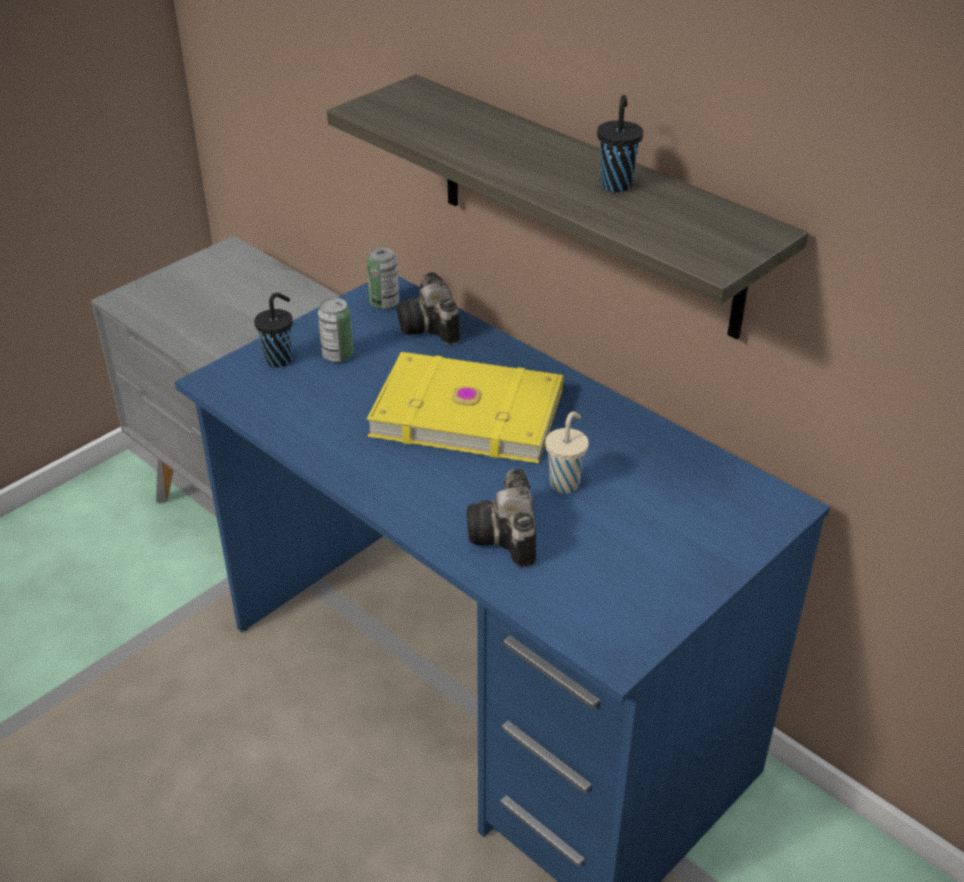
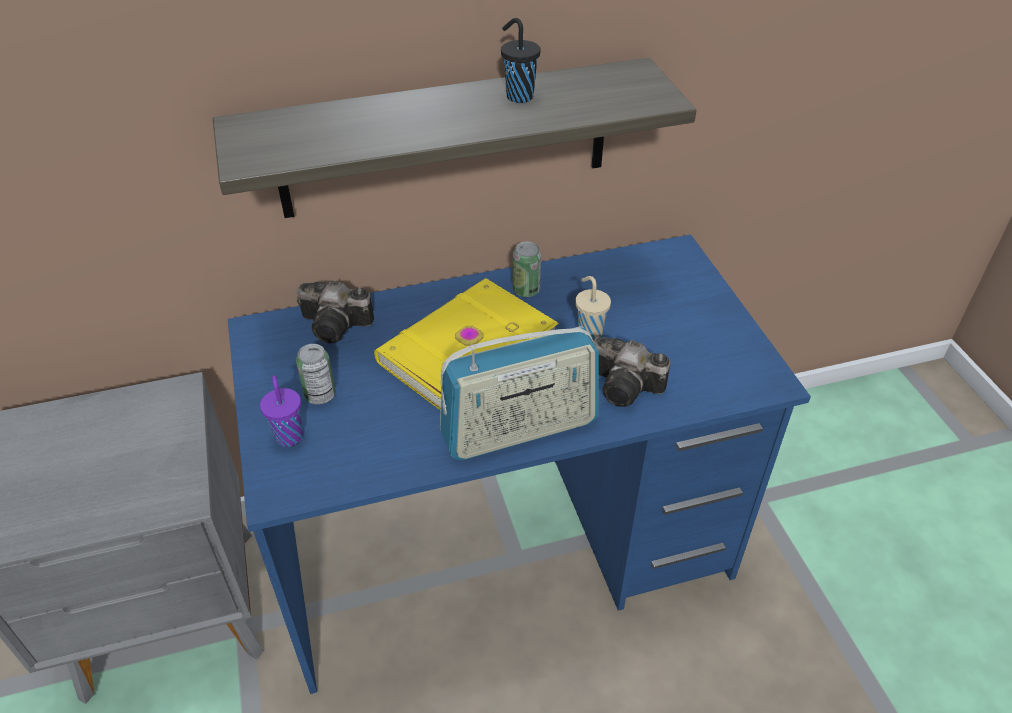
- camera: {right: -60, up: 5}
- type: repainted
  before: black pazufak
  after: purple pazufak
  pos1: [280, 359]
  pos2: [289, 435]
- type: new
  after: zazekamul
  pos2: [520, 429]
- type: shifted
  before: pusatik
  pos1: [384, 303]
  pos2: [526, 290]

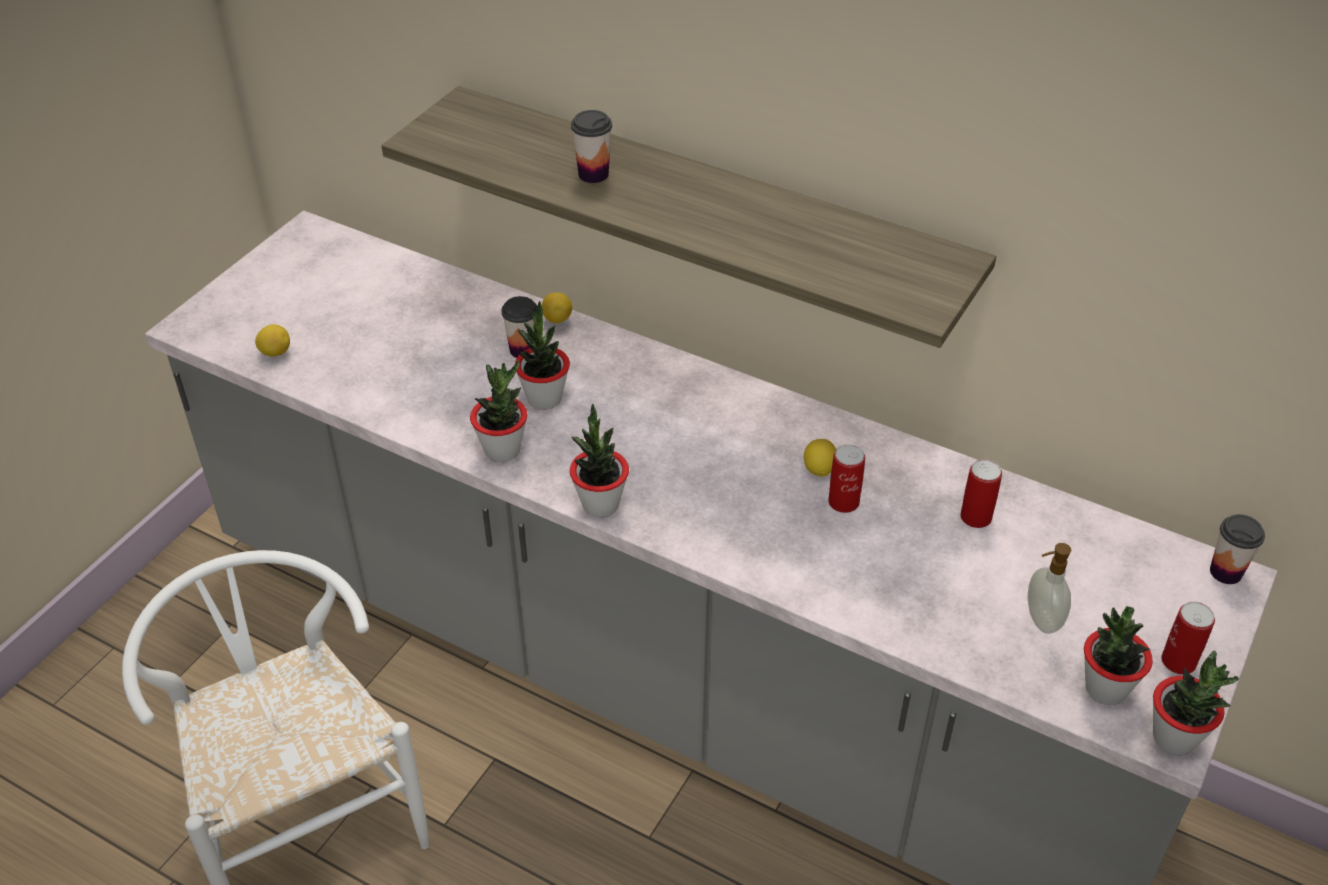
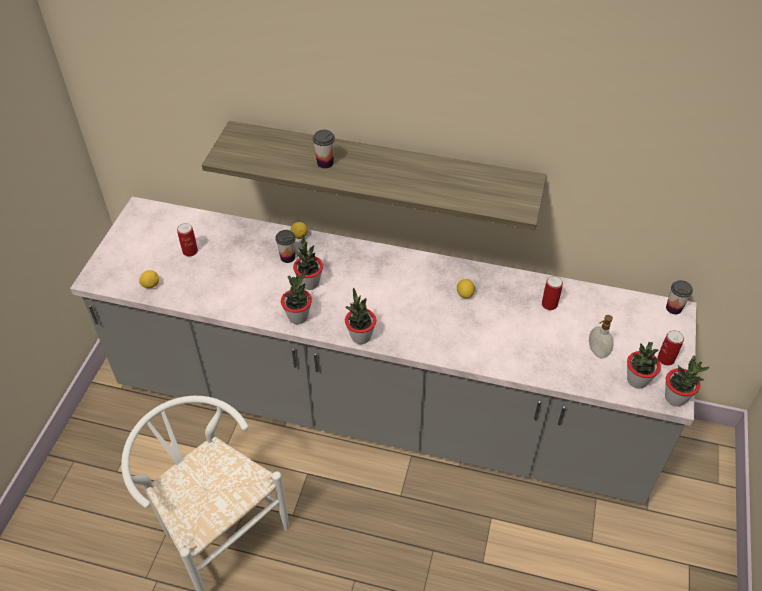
- camera: {right: -15, up: 5}
- type: shifted
  before: pusatik
  pos1: [843, 502]
  pos2: [190, 251]

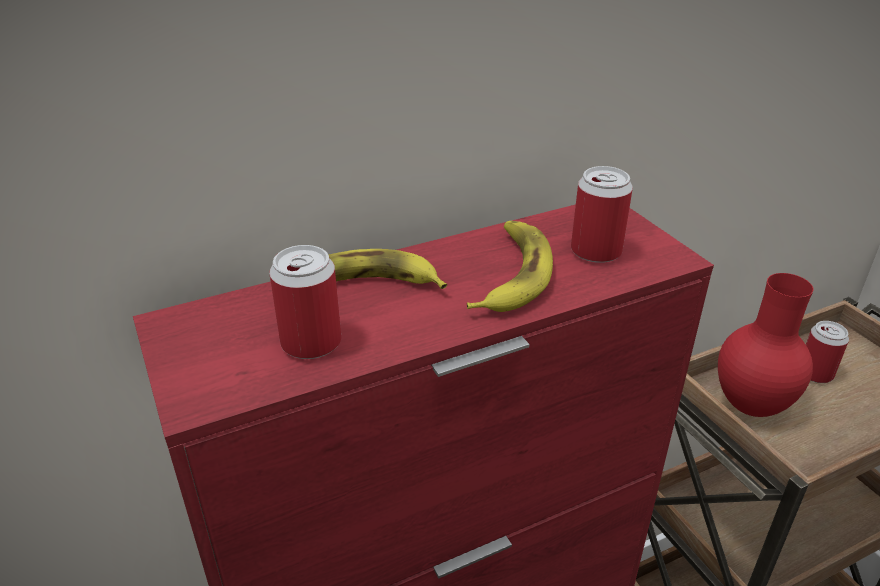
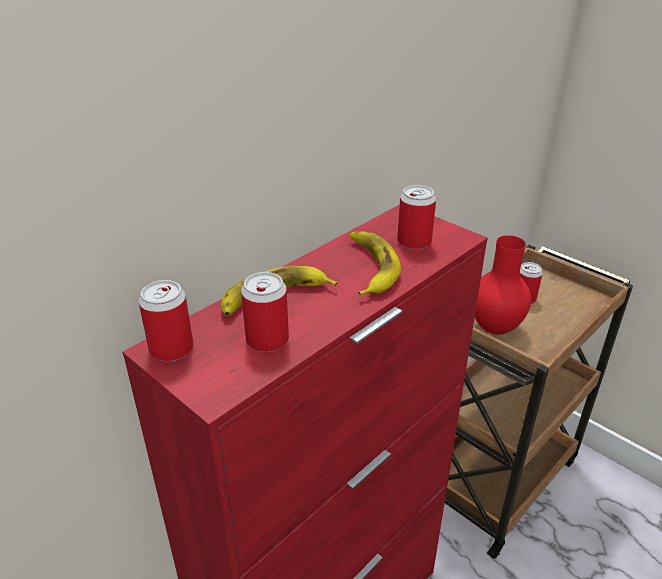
- camera: {right: -20, up: 0}
- type: new
  after: pusatik
  pos2: [171, 349]

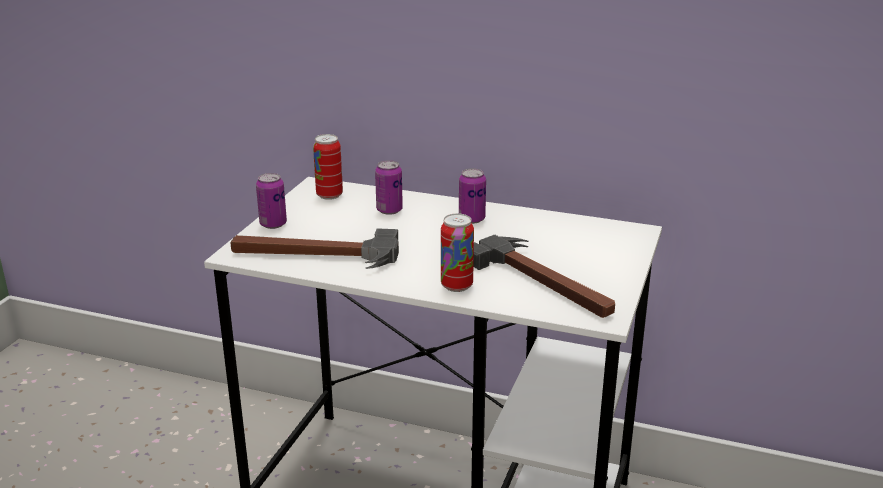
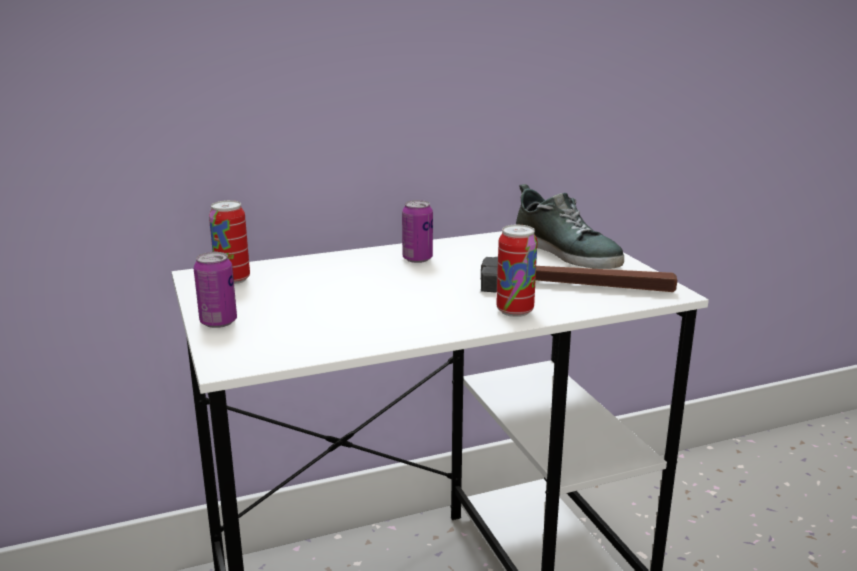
- camera: {right: -40, up: -5}
- type: new
  after: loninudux
  pos2: [567, 251]
- type: gone
  before: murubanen
  pos1: [314, 255]
- type: gone
  before: pusatik
  pos1: [389, 210]

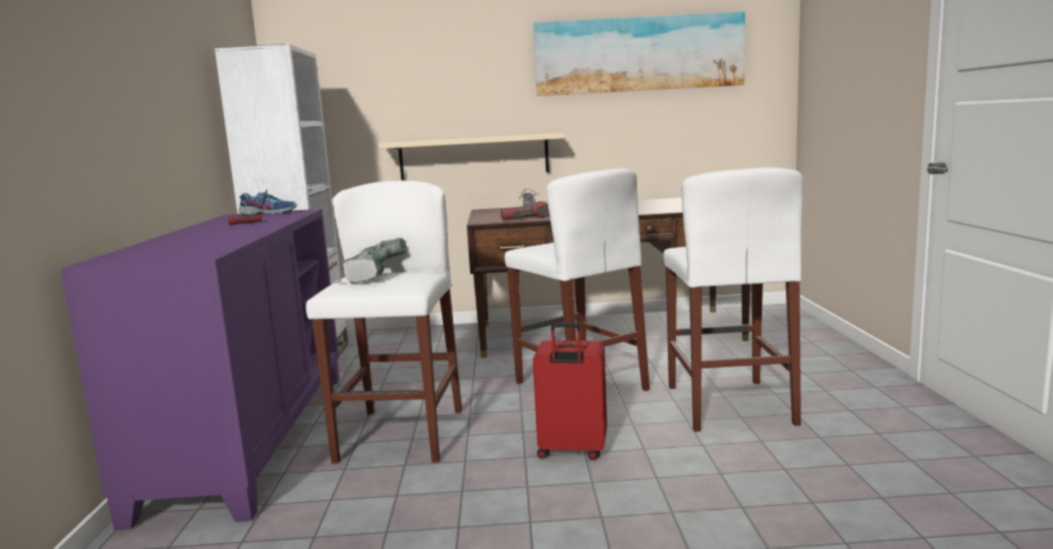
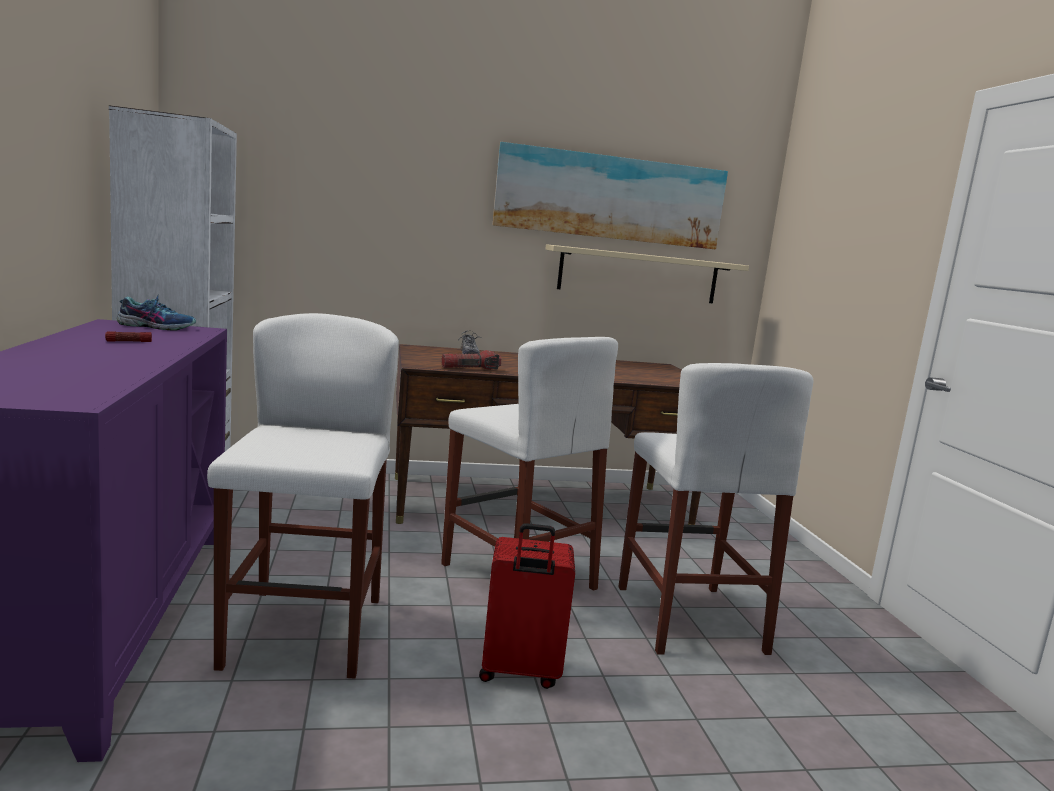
- camera: {right: -10, up: 0}
- type: shifted
  before: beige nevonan
  pos1: [474, 157]
  pos2: [638, 275]
- type: gone
  before: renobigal
  pos1: [370, 276]

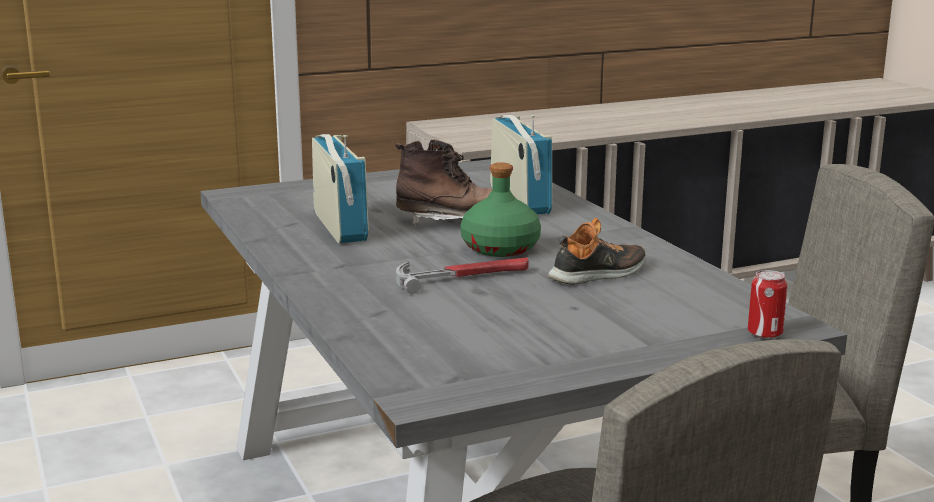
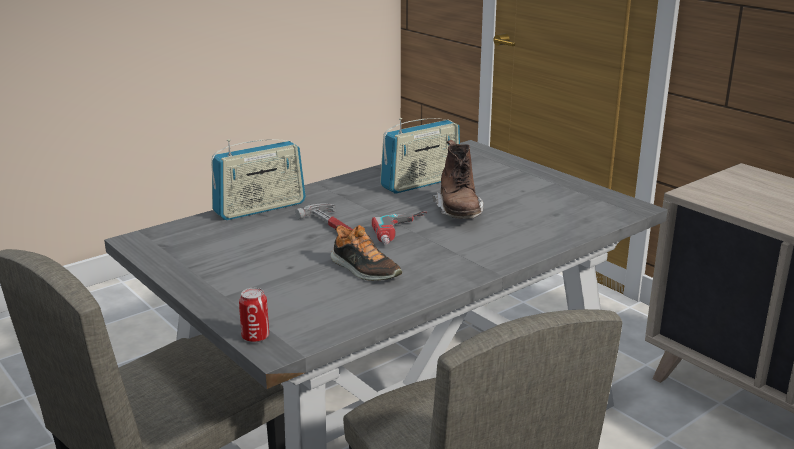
- camera: {right: 75, up: 5}
- type: shifted
  before: zazekamul
  pos1: [519, 201]
  pos2: [260, 208]
- type: swapped
  before: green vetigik
  after: renobigal
  pos1: [499, 248]
  pos2: [404, 232]

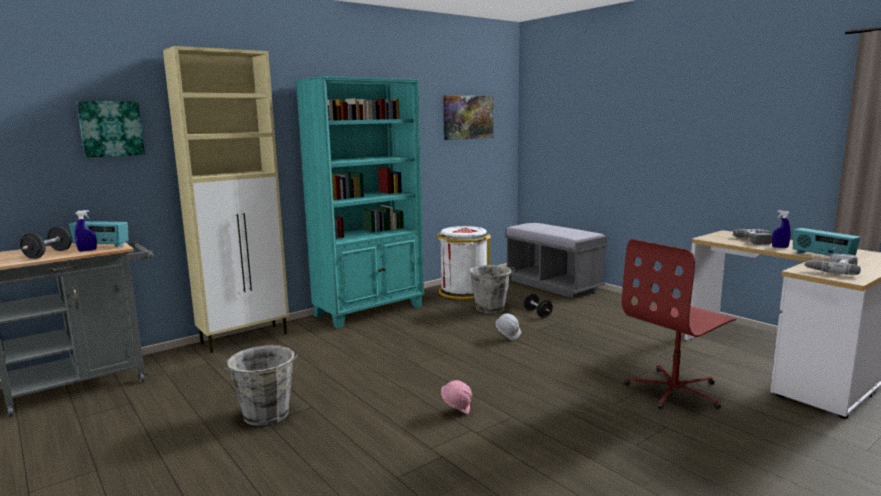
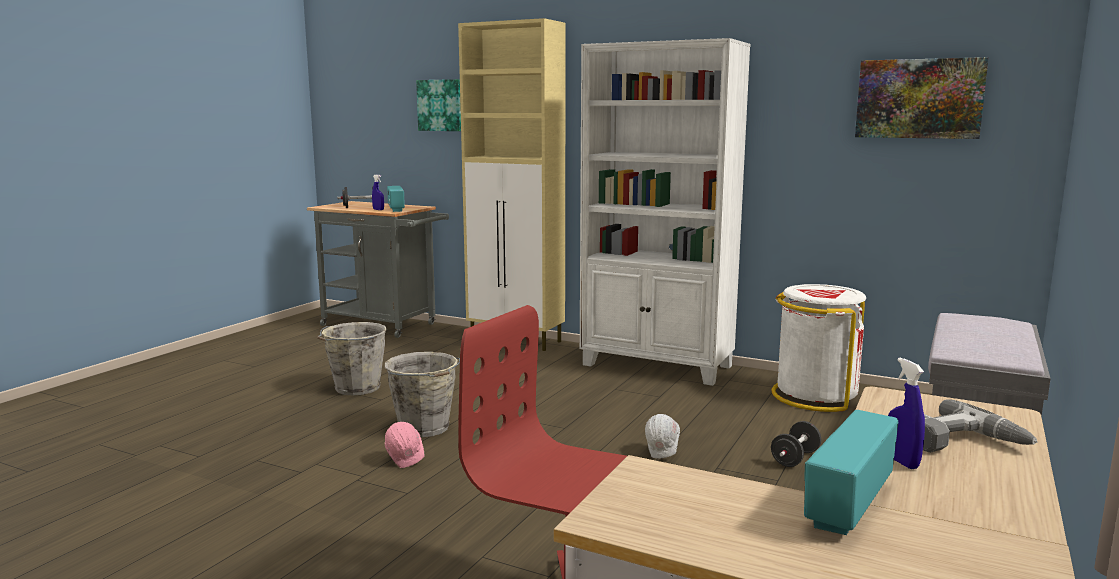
- camera: {right: 65, up: 0}
- type: shifted
  before: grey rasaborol
  pos1: [491, 308]
  pos2: [424, 428]
- type: repainted
  before: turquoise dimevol
  after: white dimevol
  pos1: [370, 311]
  pos2: [657, 366]
- type: gone
  before: renobigal
  pos1: [831, 269]

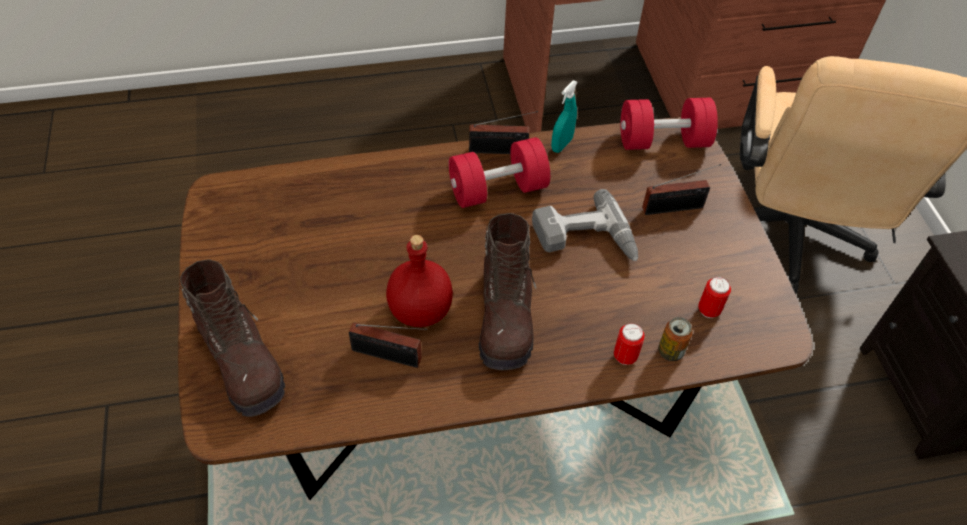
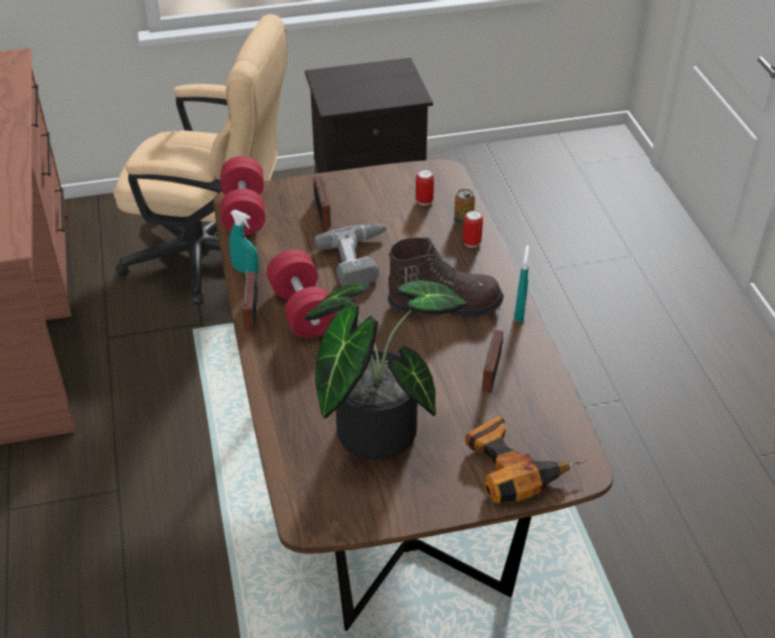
- camera: {right: -90, up: -10}
- type: new
  after: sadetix
  pos2: [375, 423]
- type: swapped
  before: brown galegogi
  after: renobigal
  pos1: [242, 361]
  pos2: [515, 465]
- type: new
  after: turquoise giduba
  pos2: [519, 313]
- type: gone
  before: red vetigik
  pos1: [420, 309]

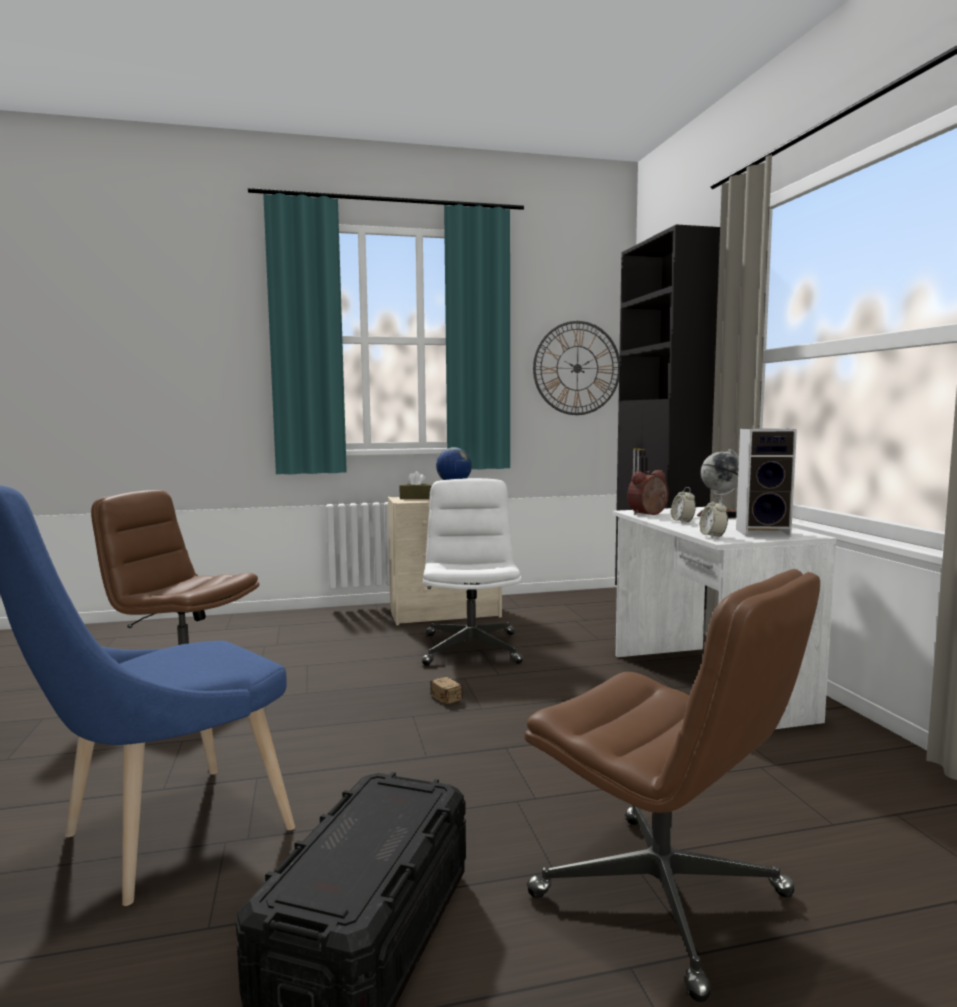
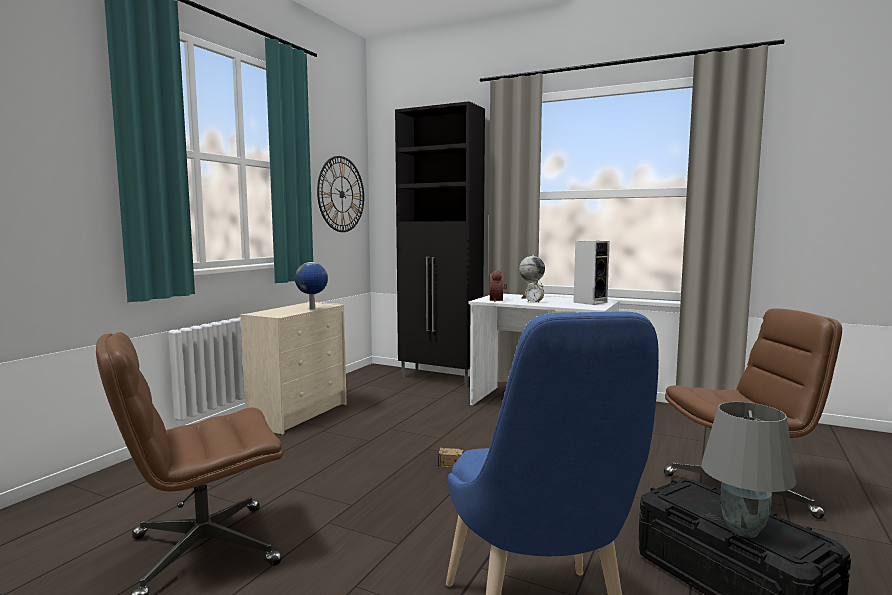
- camera: {right: -50, up: 0}
- type: new
  after: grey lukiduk
  pos2: [742, 529]
- type: gone
  before: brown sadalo
  pos1: [416, 498]
- type: gone
  before: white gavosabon
  pos1: [471, 648]
- type: gone
  before: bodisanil
  pos1: [712, 536]

